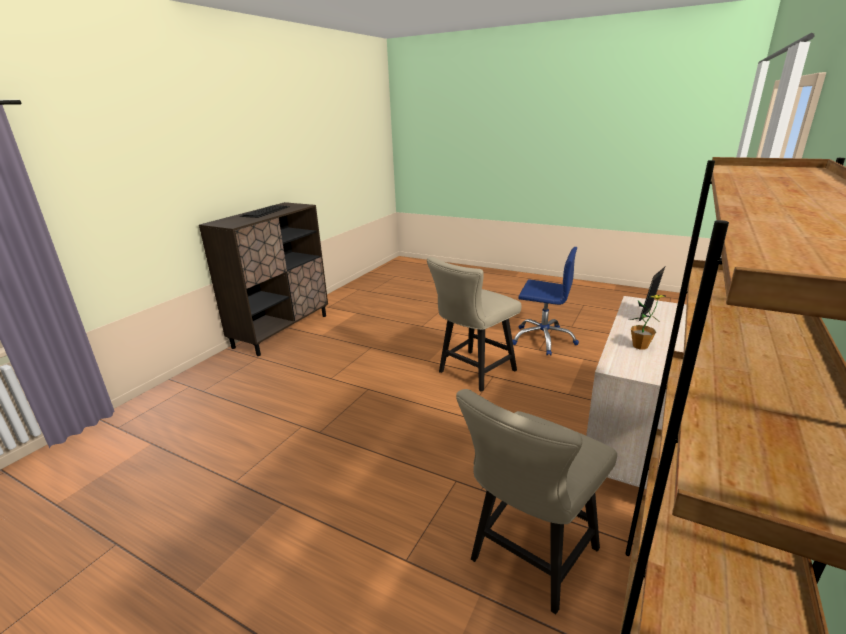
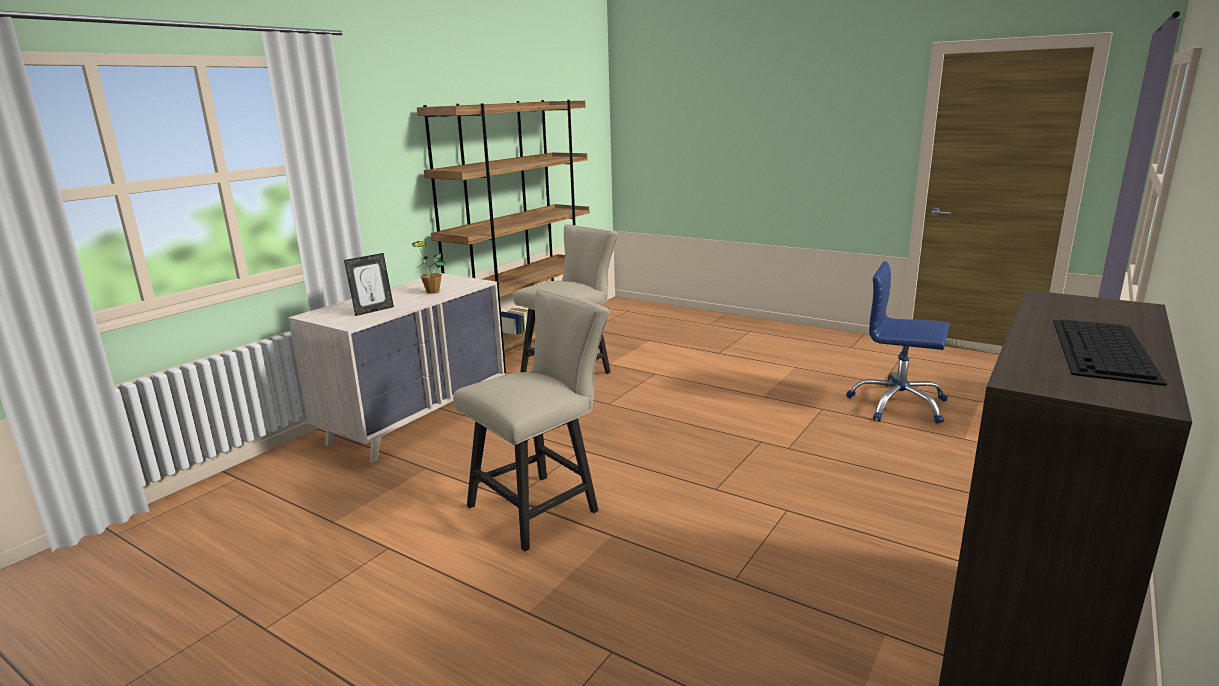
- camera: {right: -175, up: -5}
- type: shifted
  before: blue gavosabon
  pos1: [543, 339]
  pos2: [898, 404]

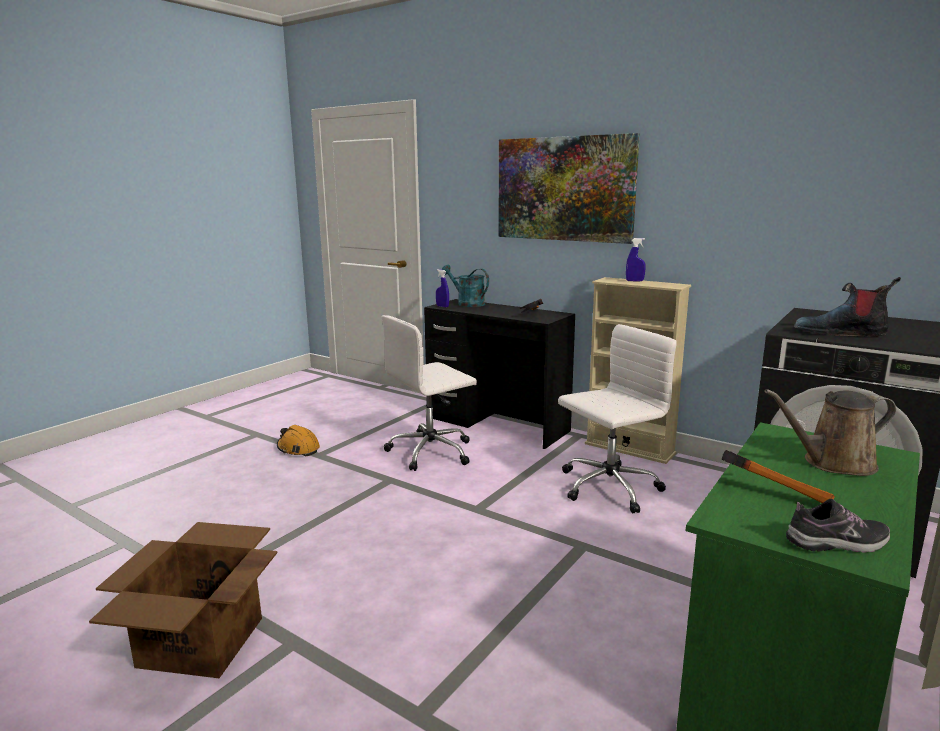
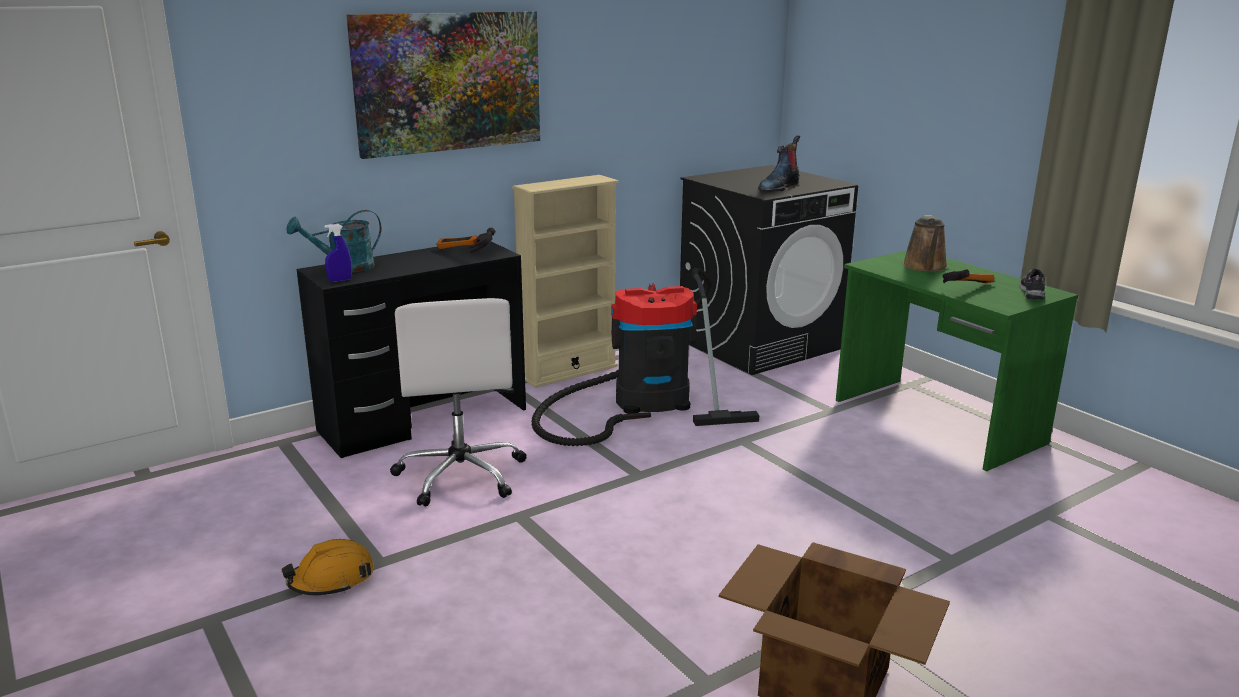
- camera: {right: -70, up: 5}
- type: swapped
  before: white gavosabon
  after: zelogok
  pos1: [607, 487]
  pos2: [643, 403]
- type: gone
  before: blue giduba
  pos1: [634, 281]

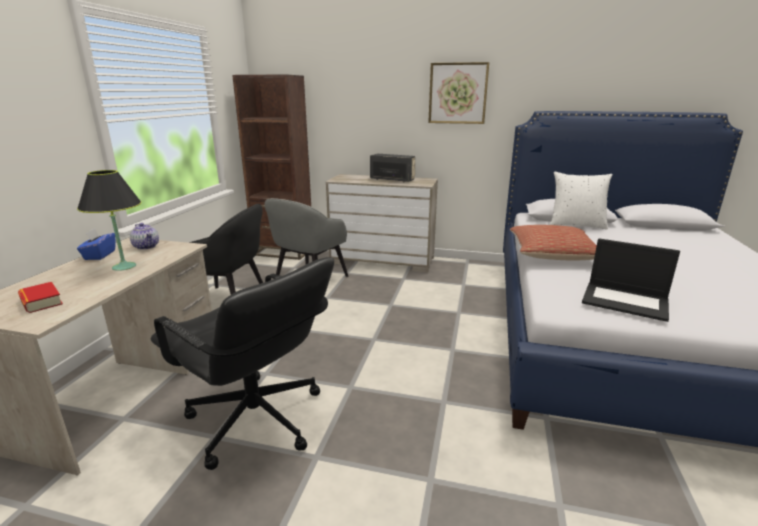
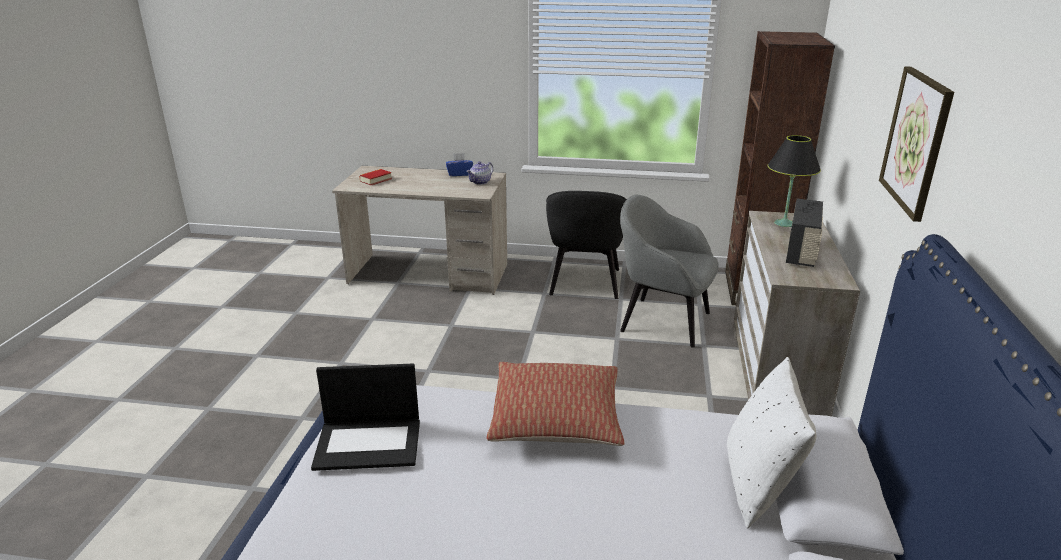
- camera: {right: 85, up: 5}
- type: rotated
  before: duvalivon
  pos1: [626, 301]
  pos2: [369, 443]
  turn: -120
- type: shifted
  before: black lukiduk
  pos1: [124, 267]
  pos2: [784, 223]
- type: gone
  before: black gavosabon
  pos1: [256, 421]

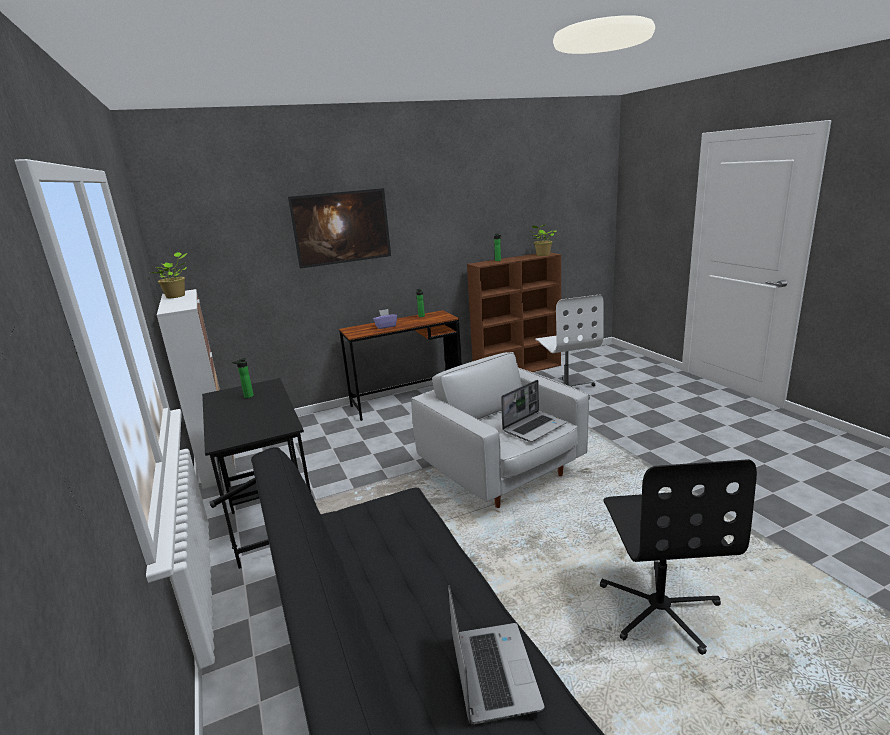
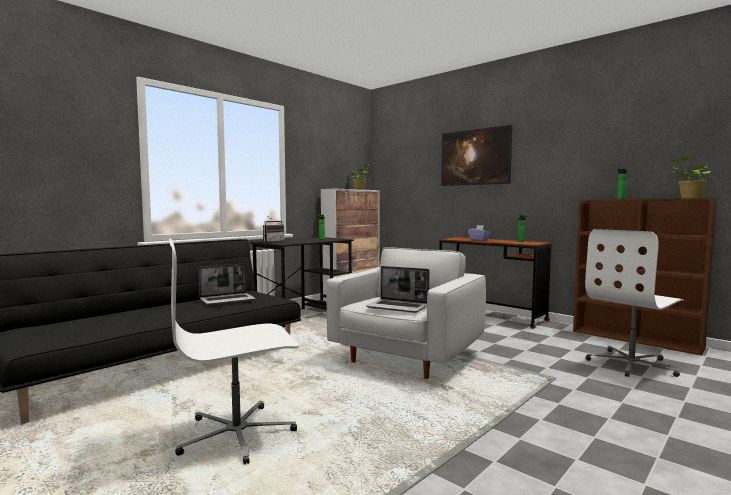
- camera: {right: 65, up: -15}
- type: repainted
  before: black gavosabon
  after: white gavosabon
  pos1: [659, 608]
  pos2: [237, 434]
- type: shifted
  before: duvalivon
  pos1: [492, 671]
  pos2: [228, 300]
- type: new
  after: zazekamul
  pos2: [272, 241]

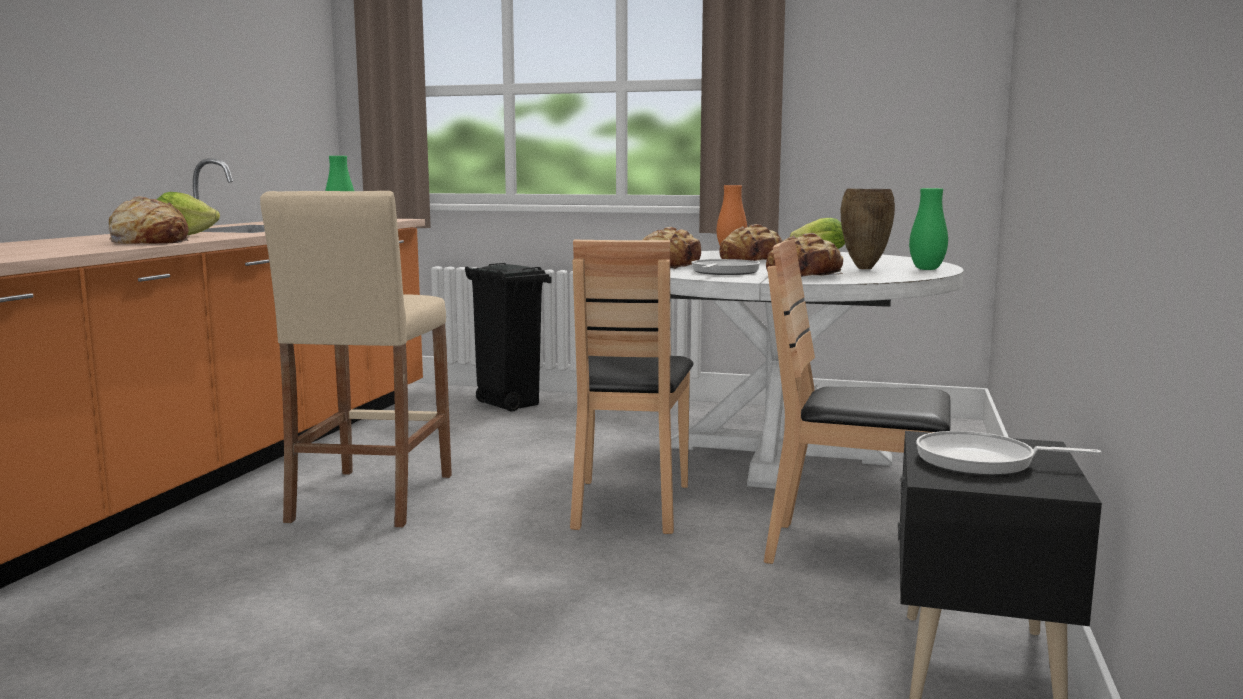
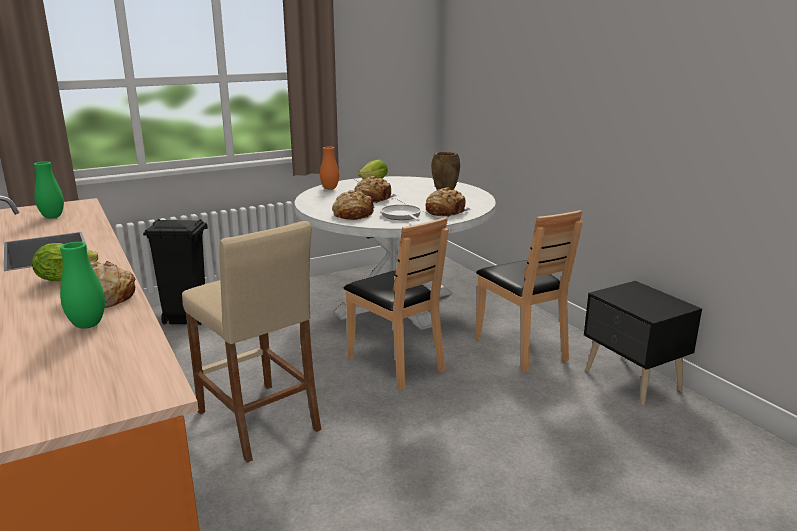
- camera: {right: -45, up: 10}
- type: shifted
  before: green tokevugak
  pos1: [927, 269]
  pos2: [87, 325]
- type: rotated
  before: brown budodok
  pos1: [855, 553]
  pos2: [521, 348]
  turn: -90
- type: gone
  before: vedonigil
  pos1: [982, 461]

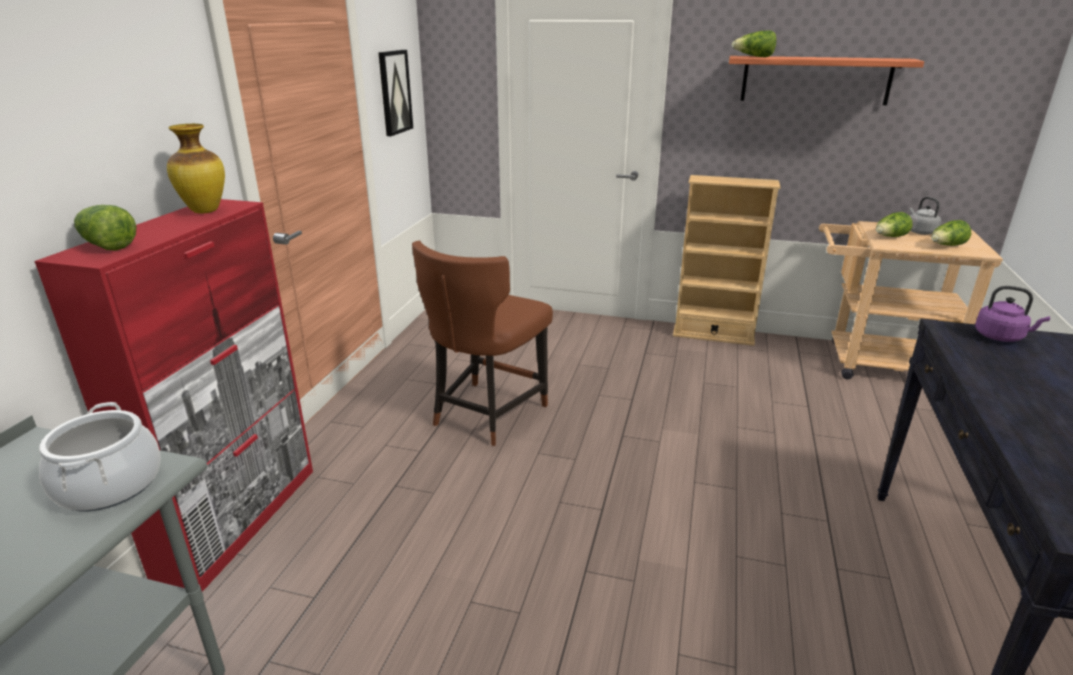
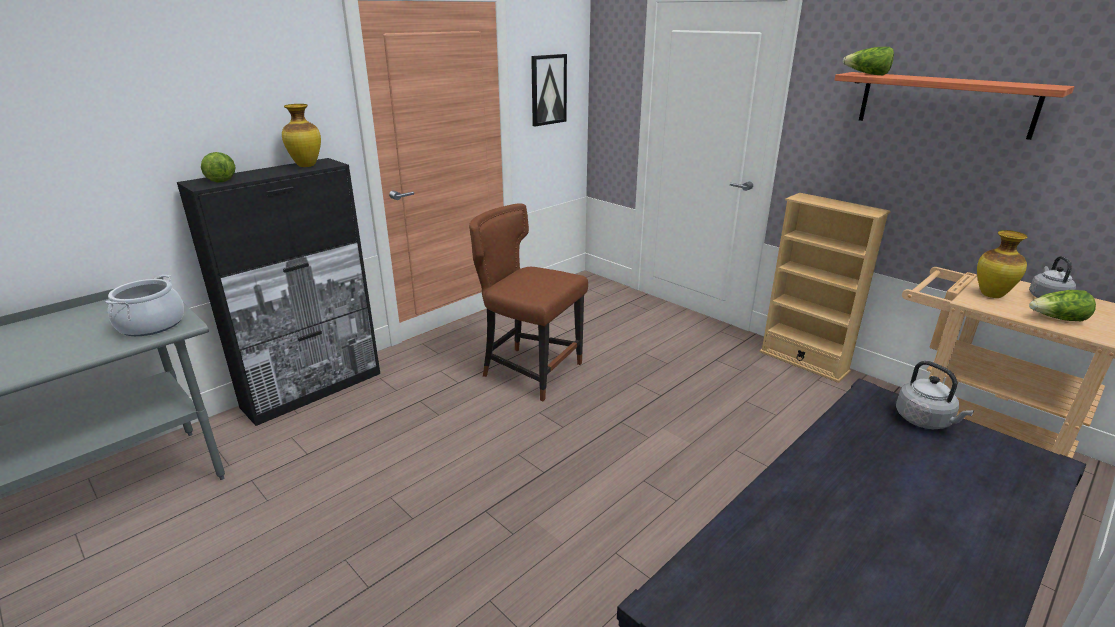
- camera: {right: 30, up: 0}
- type: repainted
  before: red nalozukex
  after: black nalozukex
  pos1: [240, 519]
  pos2: [314, 390]
- type: rotated
  before: brown budodok
  pos1: [486, 414]
  pos2: [529, 371]
  turn: 60
- type: repainted
  before: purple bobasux
  after: grey bobasux
  pos1: [1001, 337]
  pos2: [925, 421]
- type: swapped
  before: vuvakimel
  after: tokevugak
  pos1: [890, 237]
  pos2: [992, 295]

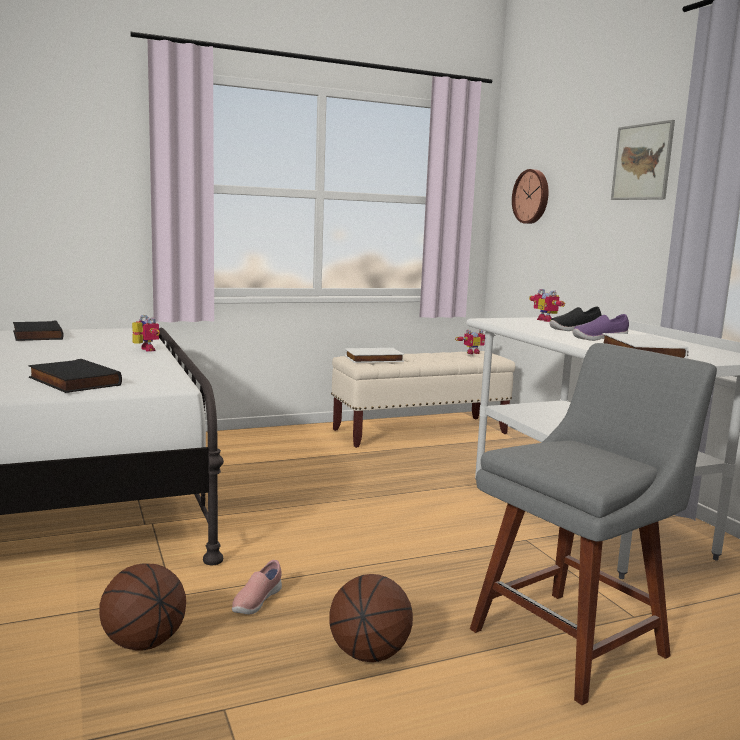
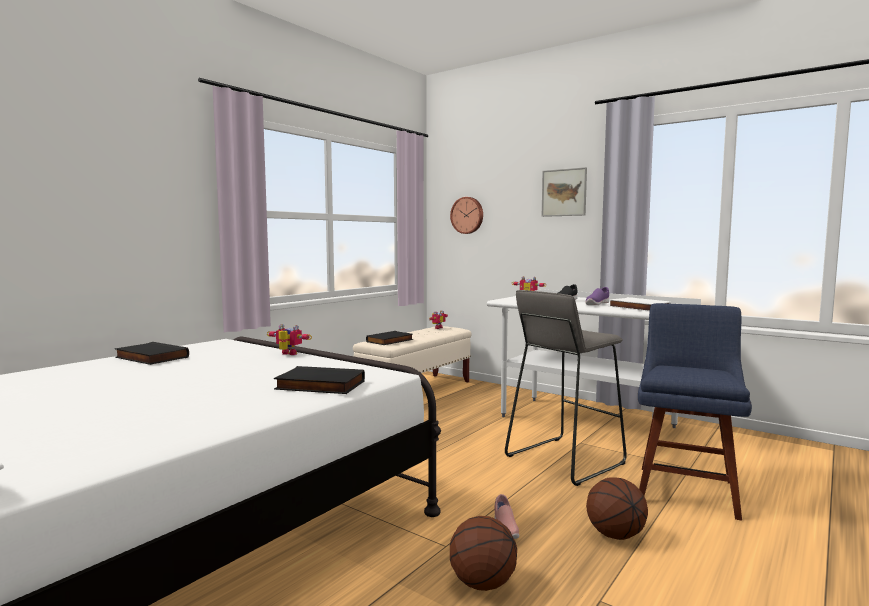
- camera: {right: -30, up: -5}
- type: repainted
  before: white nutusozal
  after: black nutusozal
  pos1: [374, 359]
  pos2: [390, 341]
- type: new
  after: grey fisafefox
  pos2: [564, 460]
- type: repainted
  before: grey budodok
  after: blue budodok
  pos1: [574, 639]
  pos2: [686, 488]

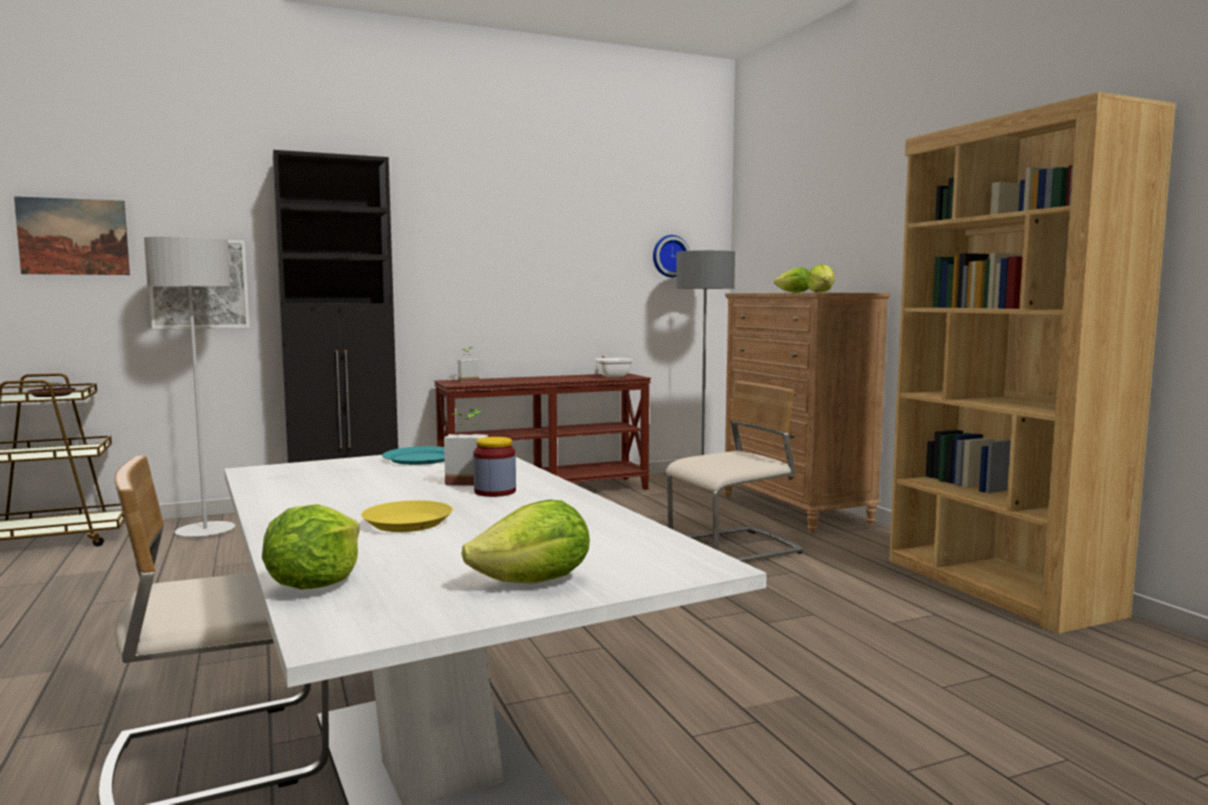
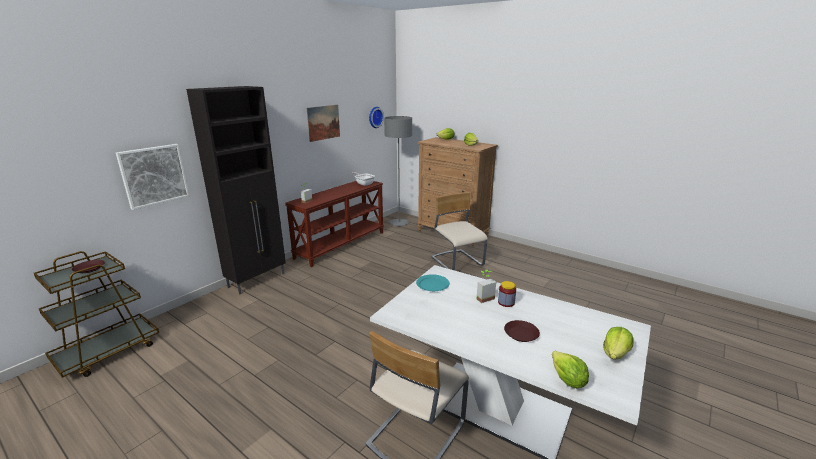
- camera: {right: -30, up: 15}
- type: shifted
  before: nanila
  pos1: [73, 236]
  pos2: [323, 122]
- type: rotated
  before: beige budodok
  pos1: [735, 548]
  pos2: [457, 262]
  turn: -60
- type: repainted
  before: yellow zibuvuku
  after: brown zibuvuku
  pos1: [407, 523]
  pos2: [521, 334]
- type: gone
  before: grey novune
  pos1: [205, 532]
- type: gone
  before: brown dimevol
  pos1: [997, 587]

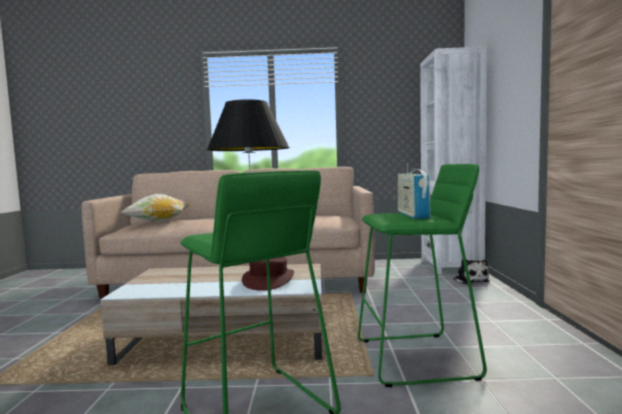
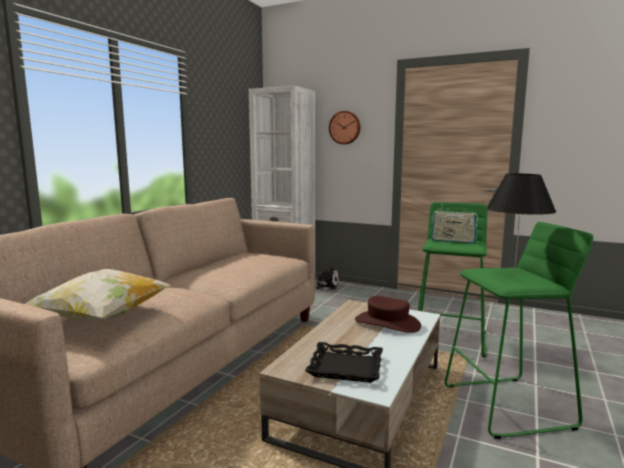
- camera: {right: -65, up: 5}
- type: new
  after: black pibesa
  pos2: [345, 367]
- type: new
  after: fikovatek
  pos2: [345, 127]

